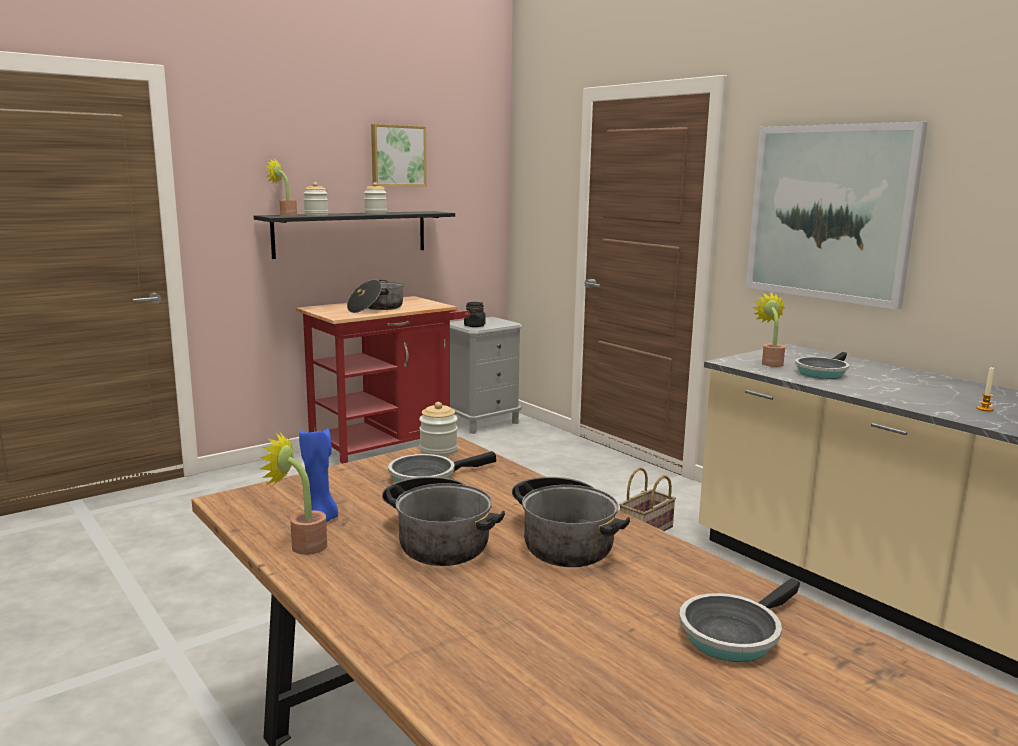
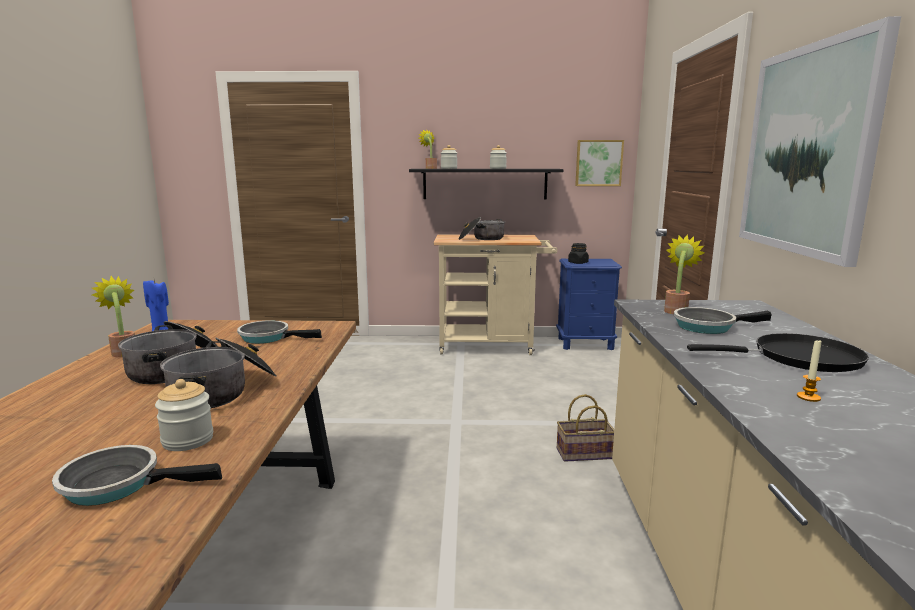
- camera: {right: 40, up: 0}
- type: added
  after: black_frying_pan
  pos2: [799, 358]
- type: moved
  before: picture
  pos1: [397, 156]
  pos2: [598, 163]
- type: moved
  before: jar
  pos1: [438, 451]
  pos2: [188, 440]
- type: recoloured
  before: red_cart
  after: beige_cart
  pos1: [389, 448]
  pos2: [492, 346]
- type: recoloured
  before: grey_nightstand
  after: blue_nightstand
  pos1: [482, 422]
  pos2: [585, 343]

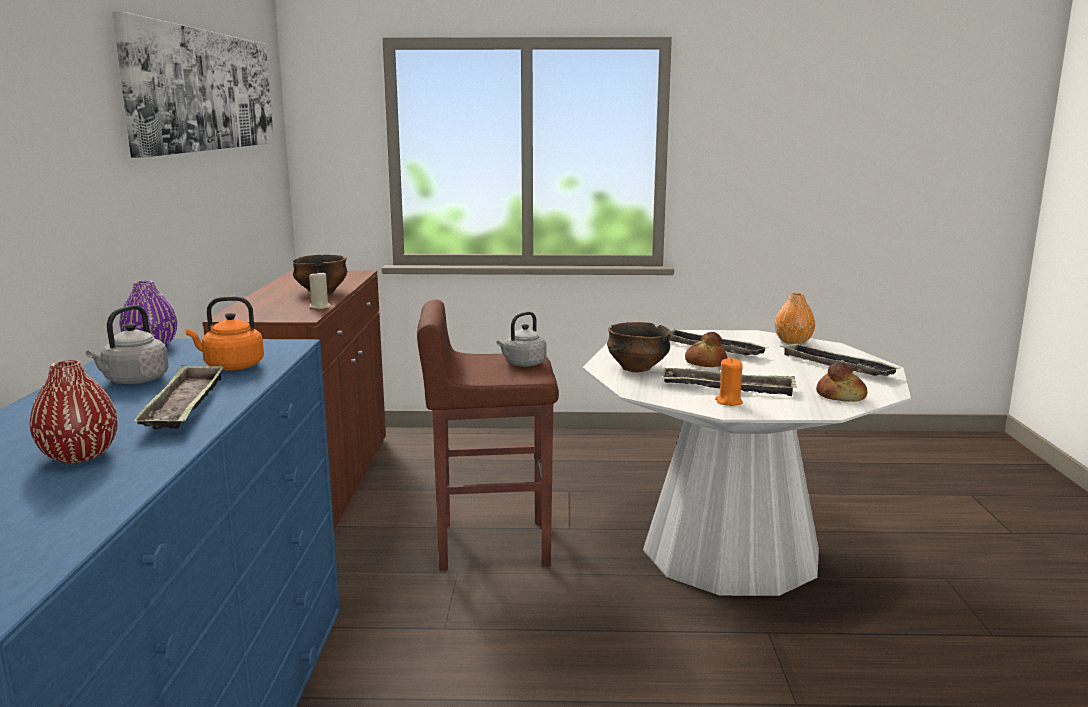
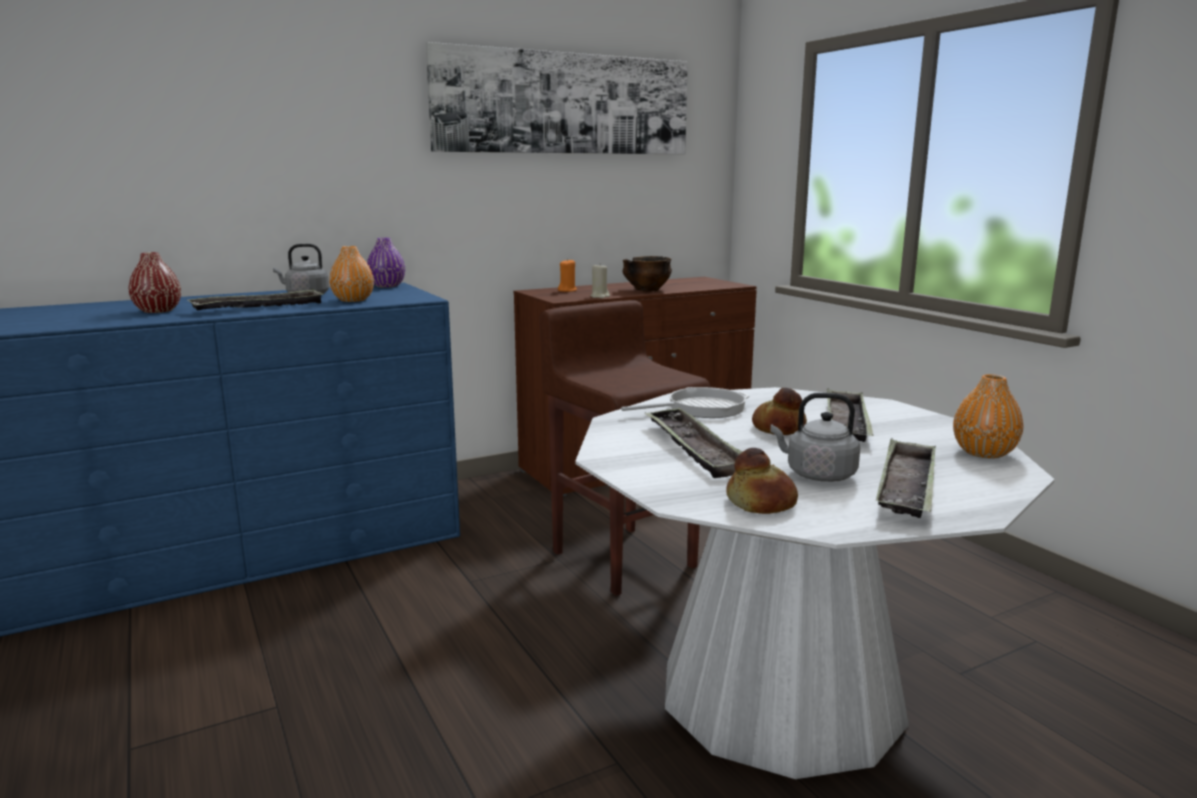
- camera: {right: 60, up: 0}
- type: moved
  before: grey_kettle
  pos1: [523, 364]
  pos2: [817, 475]
- type: moved
  before: orange_candle
  pos1: [728, 402]
  pos2: [567, 290]
- type: replaced
  before: orange_kettle
  after: orange_vase
  pos1: [231, 366]
  pos2: [353, 300]
- type: replaced
  before: bowl
  after: frying_pan
  pos1: [637, 368]
  pos2: [700, 408]

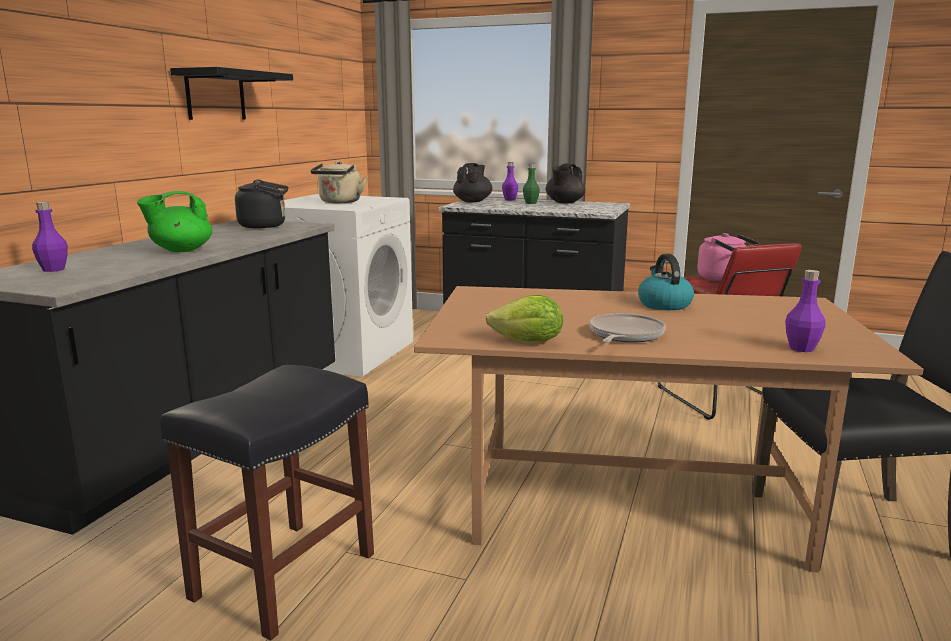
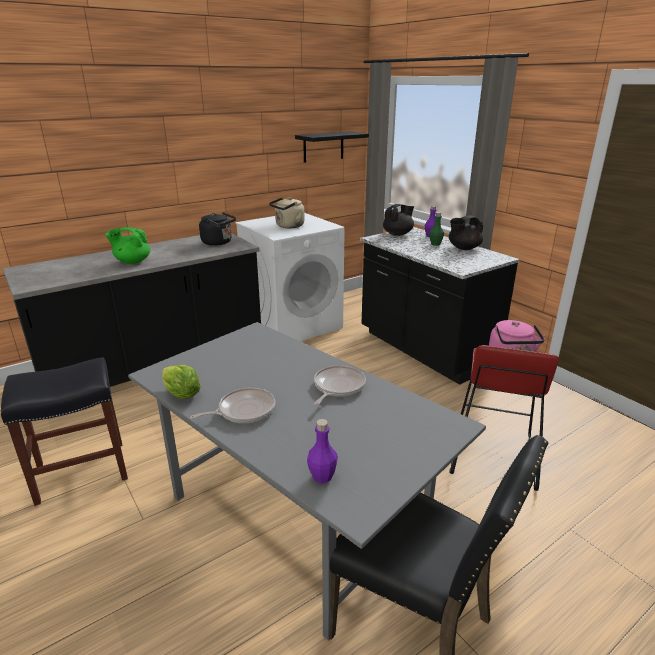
- camera: {right: 35, up: 10}
- type: removed
  before: purple_bottle
  pos1: [54, 269]
- type: moved
  before: black_shelf
  pos1: [215, 95]
  pos2: [323, 146]
- type: replaced
  before: kettle
  after: frying_pan
  pos1: [663, 304]
  pos2: [337, 387]
- type: recoloured
  before: brown_dining_table
  after: grey_dining_table
  pos1: [629, 501]
  pos2: [294, 514]

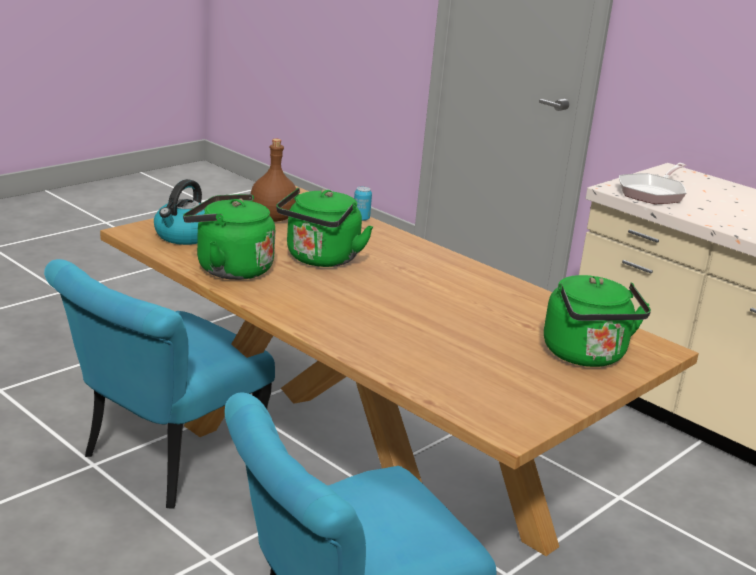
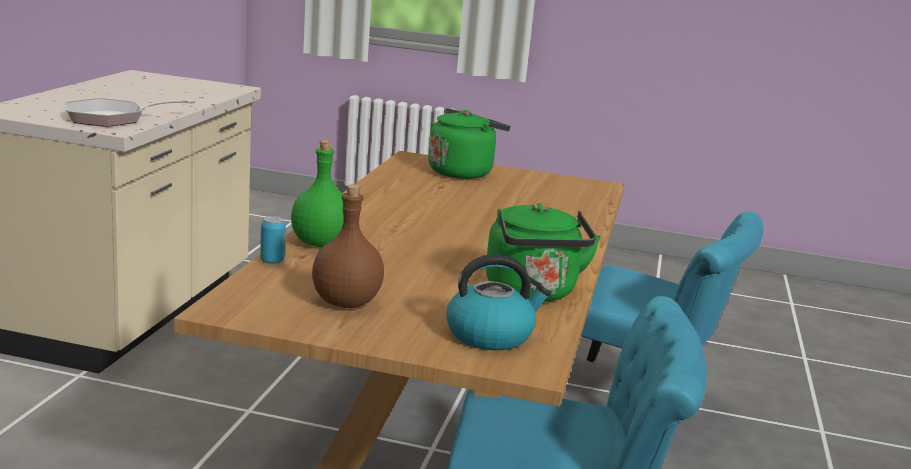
- camera: {right: -120, up: -5}
- type: removed
  before: green_kettle
  pos1: [320, 259]
- type: added
  after: green_bottle
  pos2: [321, 243]
- type: turned
  before: frying_pan
  pos1: [653, 193]
  pos2: [112, 119]
  turn: 150

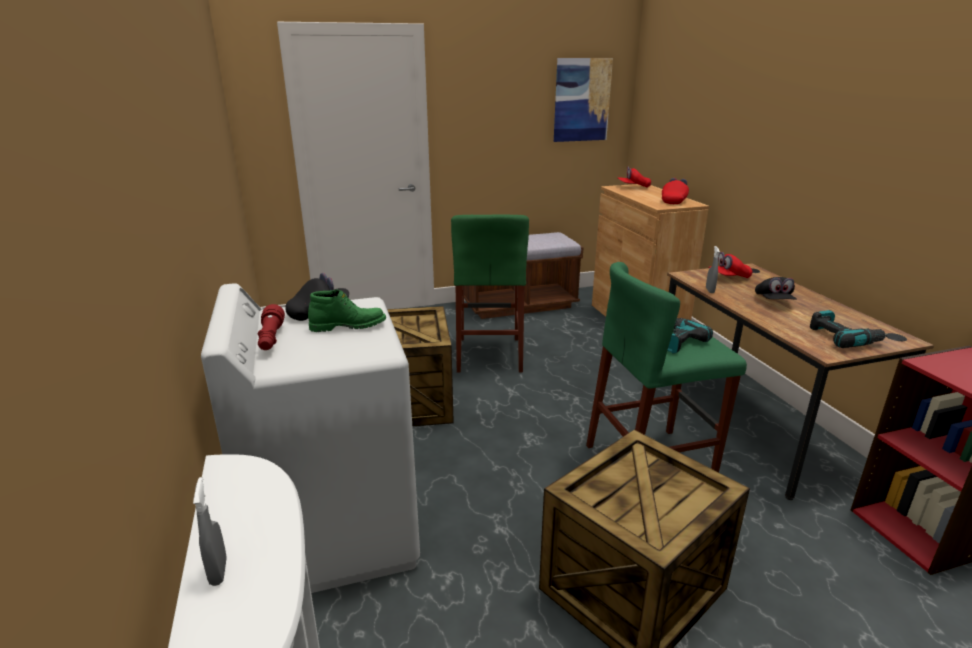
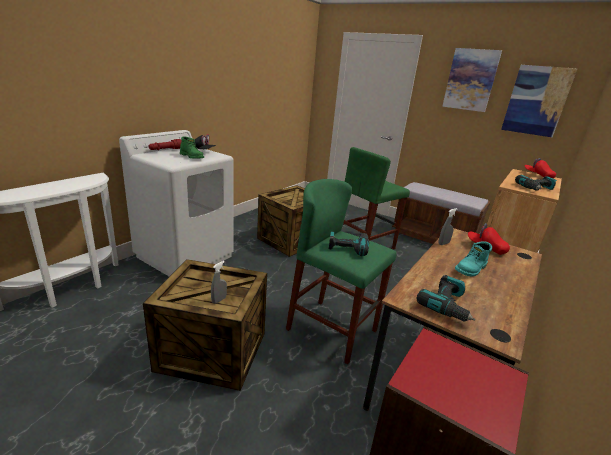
- camera: {right: 50, up: 0}
- type: added
  after: picture
  pos2: [470, 80]
- type: moved
  before: grey_spray_bottle
  pos1: [218, 571]
  pos2: [219, 300]
- type: replaced
  before: red_cap
  after: power_drill
  pos1: [674, 201]
  pos2: [536, 189]
- type: replaced
  before: black_cap
  after: turquoise_boot
  pos1: [773, 301]
  pos2: [471, 269]

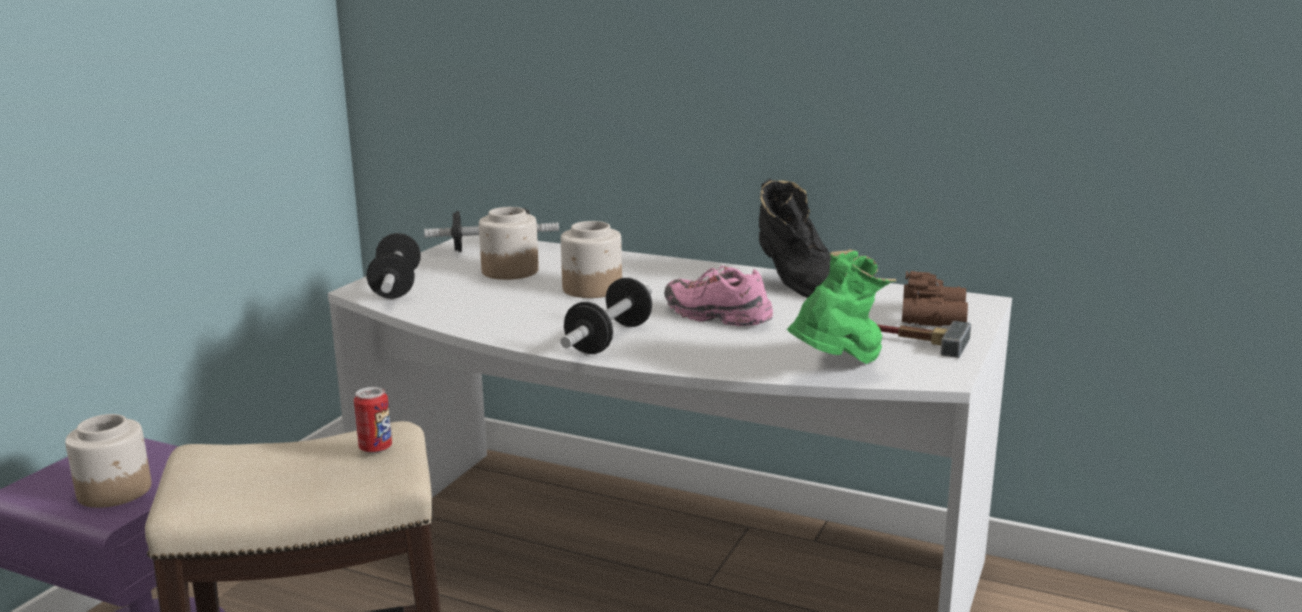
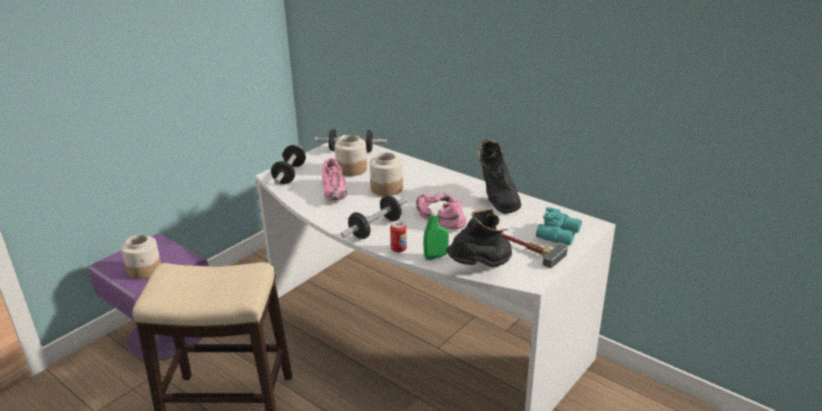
- camera: {right: 15, up: 10}
- type: added
  after: pink_shoe
  pos2: [334, 191]
- type: added
  after: green_spray_bottle
  pos2: [436, 256]
- type: moved
  before: can
  pos1: [375, 448]
  pos2: [398, 249]
- type: recoloured
  before: green_boot
  after: black_boot
  pos1: [840, 368]
  pos2: [481, 267]
- type: recoloured
  before: brown_binoculars
  after: turquoise_binoculars
  pos1: [935, 317]
  pos2: [559, 234]

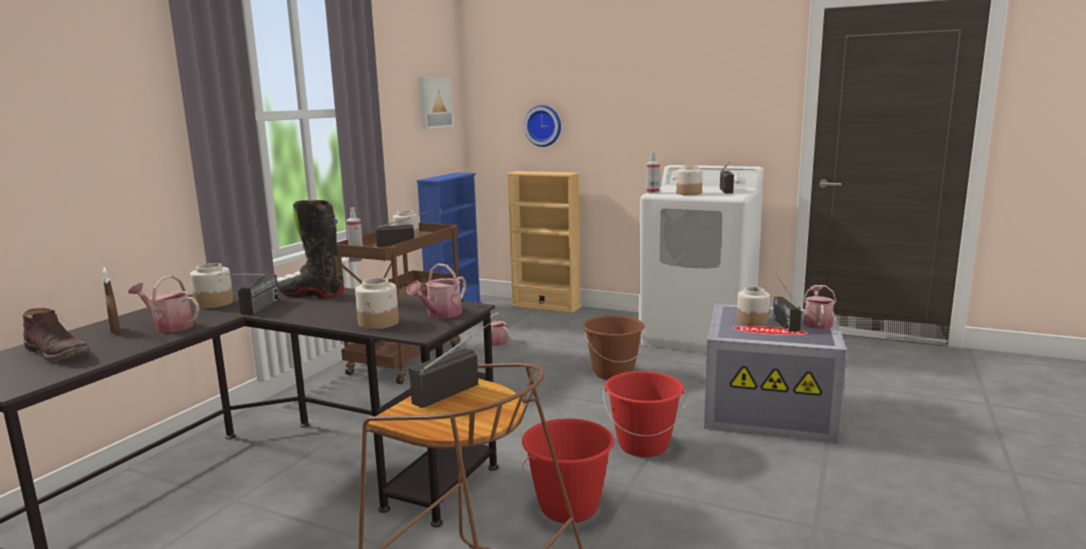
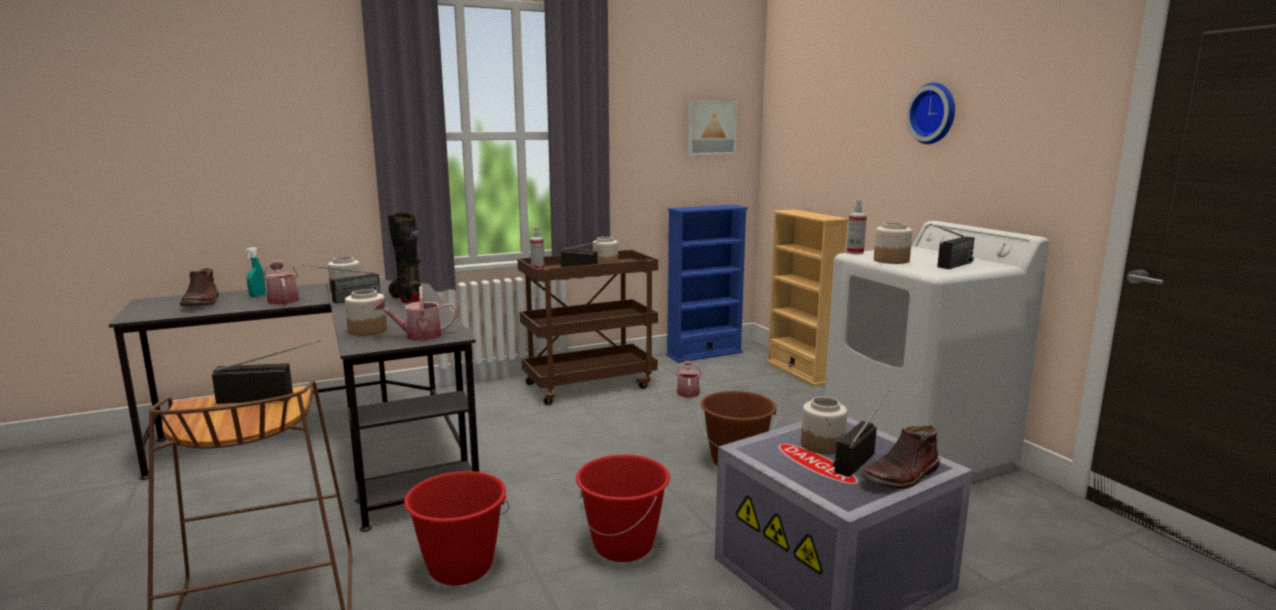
- camera: {right: 40, up: 0}
- type: moved
  before: wall_clock
  pos1: [544, 125]
  pos2: [934, 113]
- type: replaced
  before: watering_can
  after: brown_boot
  pos1: [817, 323]
  pos2: [901, 476]
- type: recoloured
  before: brown_spray_bottle
  after: turquoise_spray_bottle
  pos1: [115, 331]
  pos2: [257, 295]

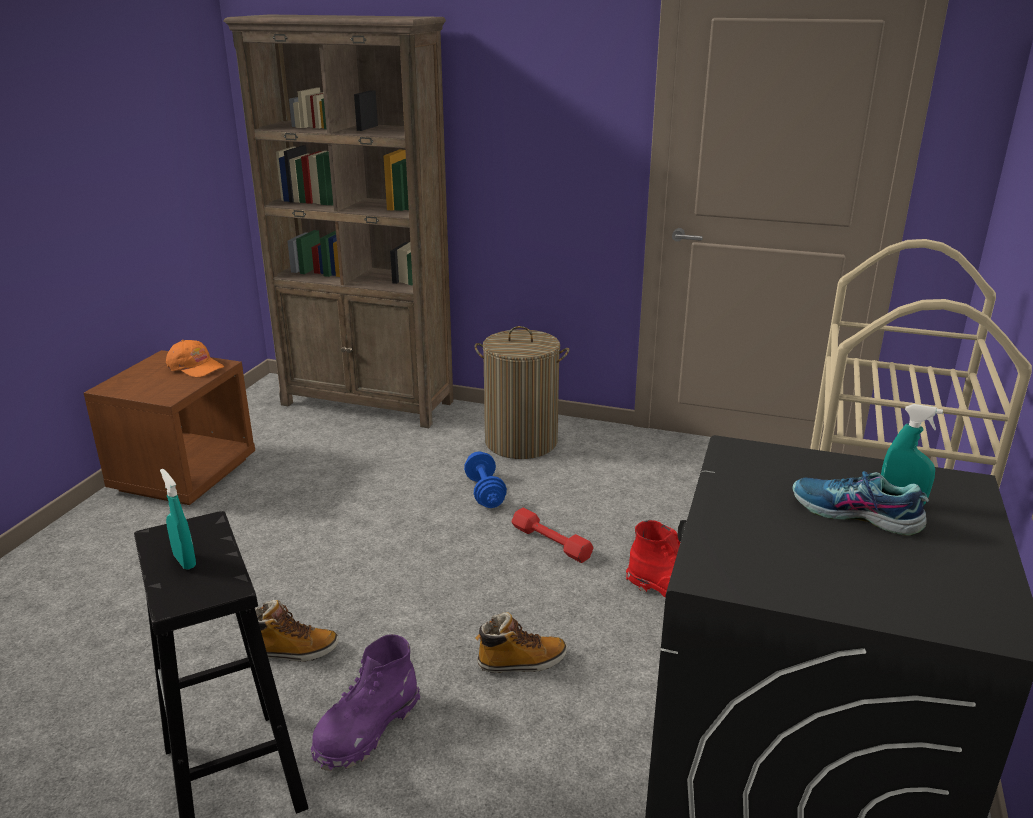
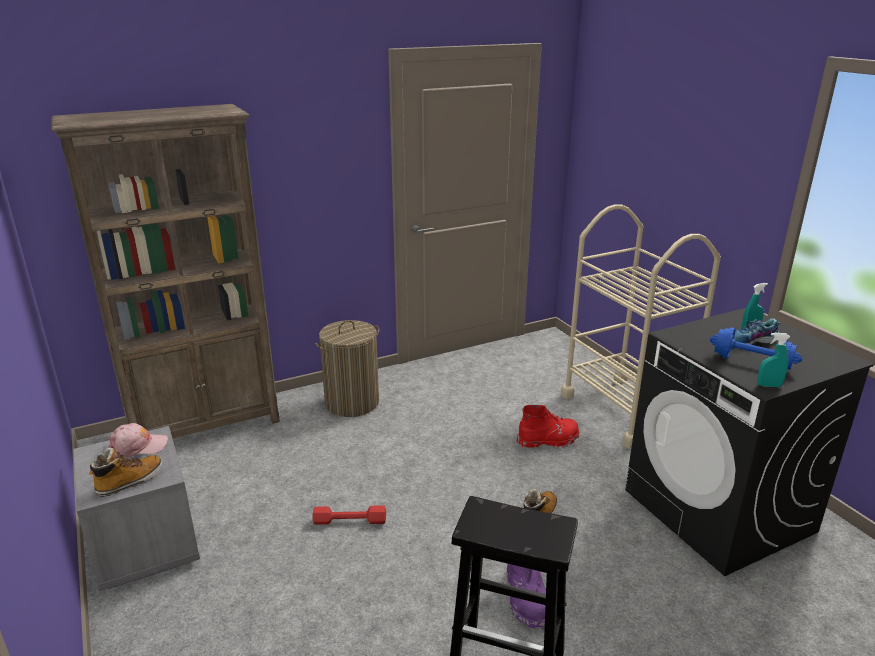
- camera: {right: -45, up: 0}
- type: moved
  before: turquoise_spray_bottle
  pos1: [184, 561]
  pos2: [769, 385]
- type: moved
  before: boot
  pos1: [293, 651]
  pos2: [130, 482]
- type: moved
  before: blue_dumbbell
  pos1: [485, 492]
  pos2: [751, 363]
- type: moved
  before: red_dumbbell
  pos1: [551, 542]
  pos2: [349, 521]
- type: recoloured
  before: brown_nightstand
  after: grey_nightstand
  pos1: [184, 474]
  pos2: [146, 545]
- type: recoloured
  before: orange_cap
  after: pink_cap
  pos1: [195, 367]
  pos2: [138, 446]

